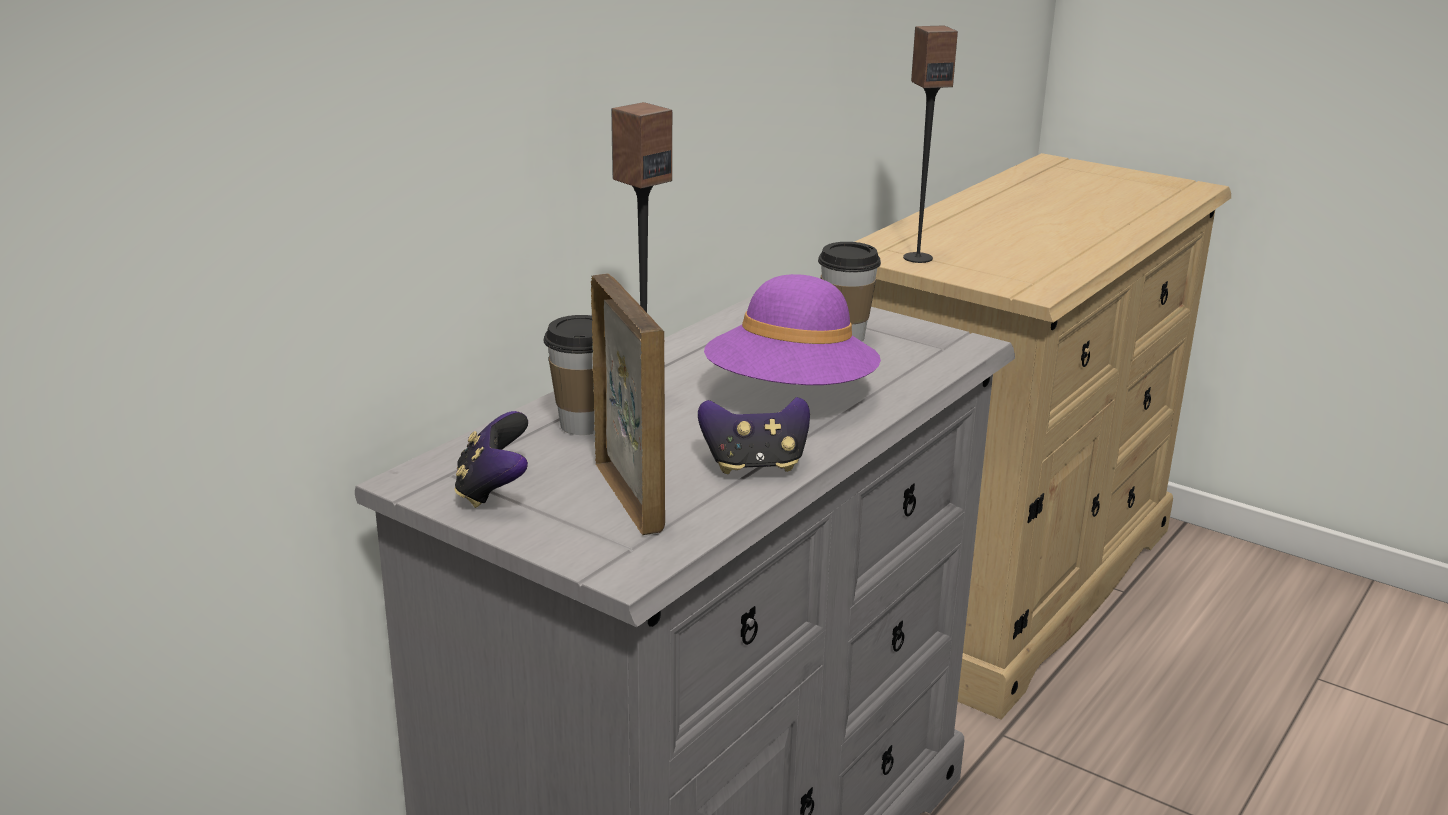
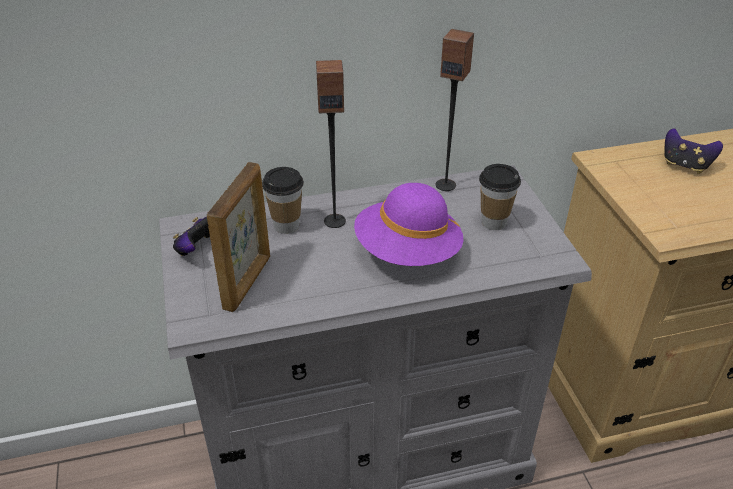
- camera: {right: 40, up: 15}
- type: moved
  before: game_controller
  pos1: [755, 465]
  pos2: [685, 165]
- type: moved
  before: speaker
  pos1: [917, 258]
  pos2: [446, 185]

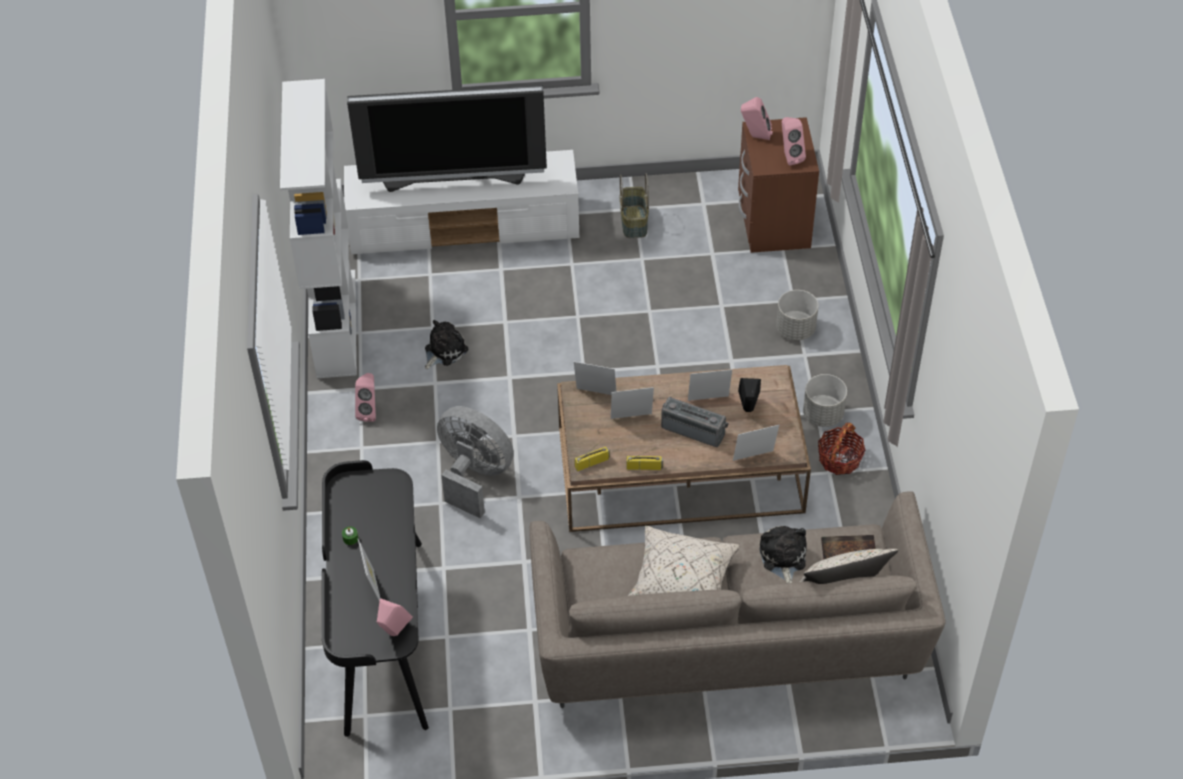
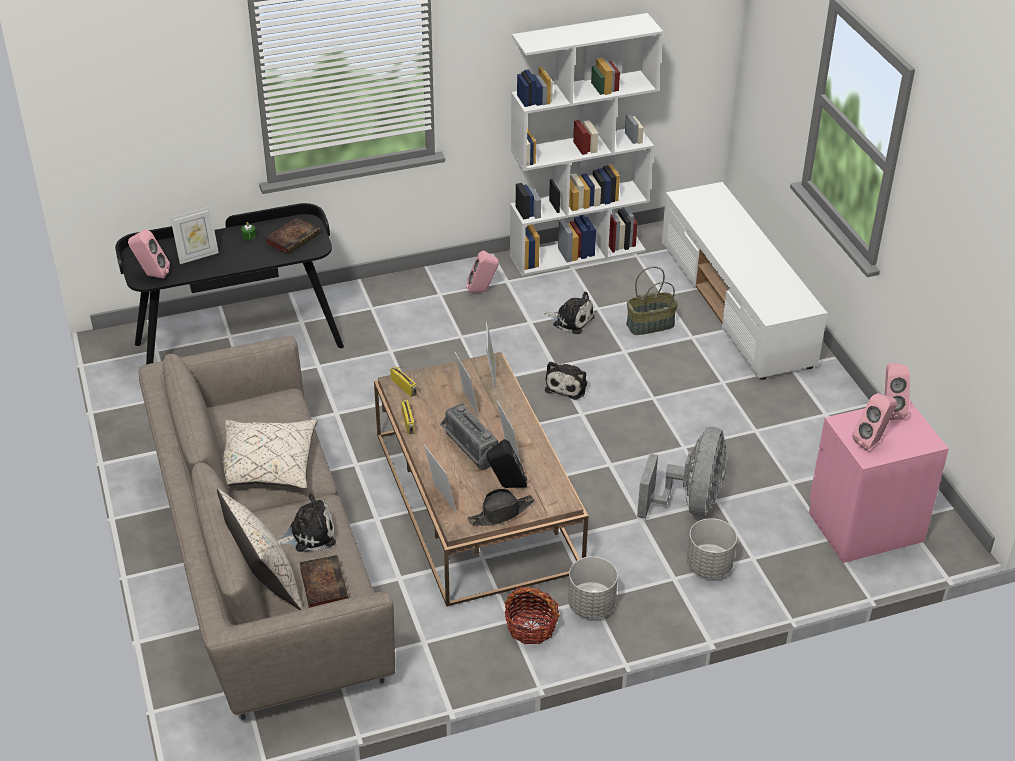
- camera: {right: 75, up: -10}
- type: removed
  before: television
  pos1: [454, 179]
- type: added
  after: book
  pos2: [293, 238]
- type: added
  after: black_hat
  pos2: [501, 513]
- type: added
  after: plush_toy
  pos2: [567, 385]
- type: moved
  before: grey_fan
  pos1: [474, 475]
  pos2: [689, 503]
- type: moved
  before: basket
  pos1: [634, 222]
  pos2: [650, 325]
- type: recoloured
  before: brown_nightstand
  after: pink_nightstand
  pos1: [773, 223]
  pos2: [864, 525]
- type: turned
  before: radio
  pos1: [694, 429]
  pos2: [468, 450]
  turn: 135

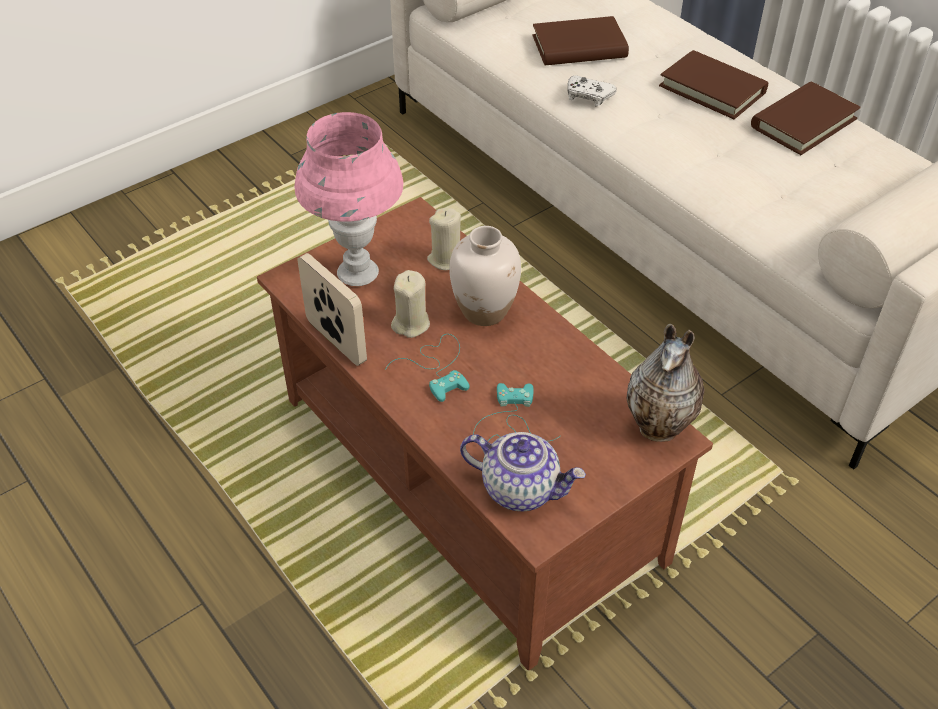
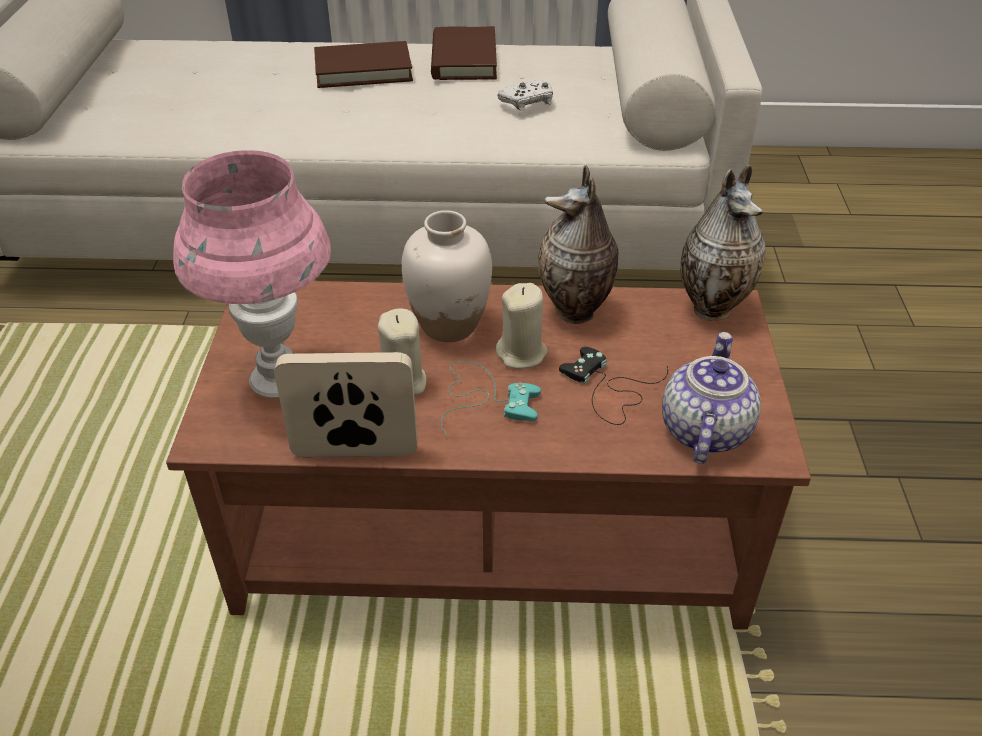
- camera: {right: -50, up: -5}
- type: removed
  before: brown_book
  pos1: [579, 47]
- type: added
  after: vase
  pos2: [576, 312]
- type: moved
  before: beige_candle
  pos1: [447, 259]
  pos2: [522, 353]
- type: moved
  before: white_game_controller
  pos1: [588, 96]
  pos2: [528, 101]
- type: recoloured
  before: turquoise_game_controller
  after: black_game_controller
  pos1: [509, 420]
  pos2: [609, 389]
- type: turned
  before: teapot
  pos1: [521, 488]
  pos2: [703, 430]
  turn: -45

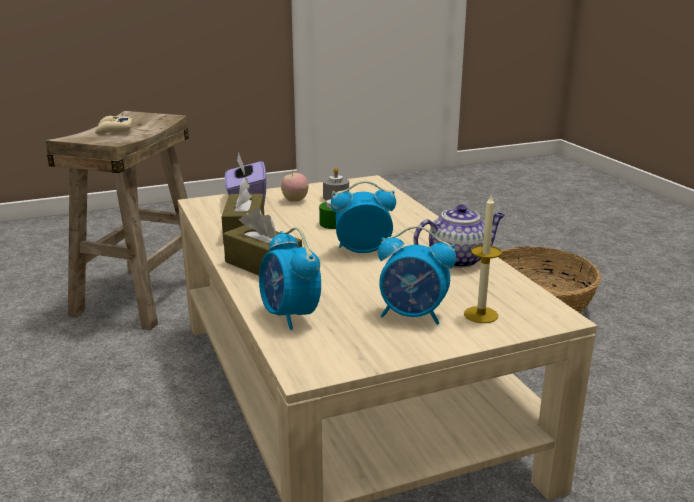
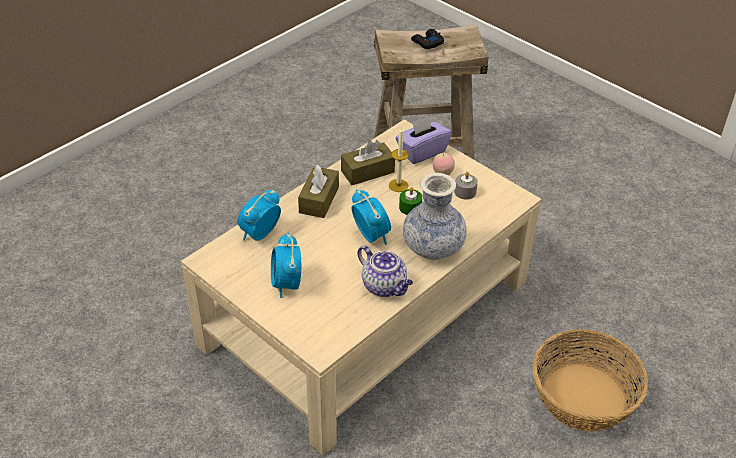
- camera: {right: 65, up: 20}
- type: added
  after: vase
  pos2: [433, 248]
- type: moved
  before: candle
  pos1: [481, 315]
  pos2: [398, 185]
- type: recoloured
  before: beige_game_controller
  after: black_game_controller
  pos1: [114, 130]
  pos2: [427, 42]

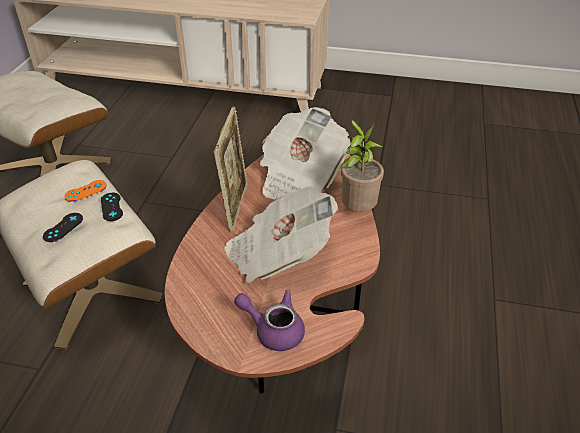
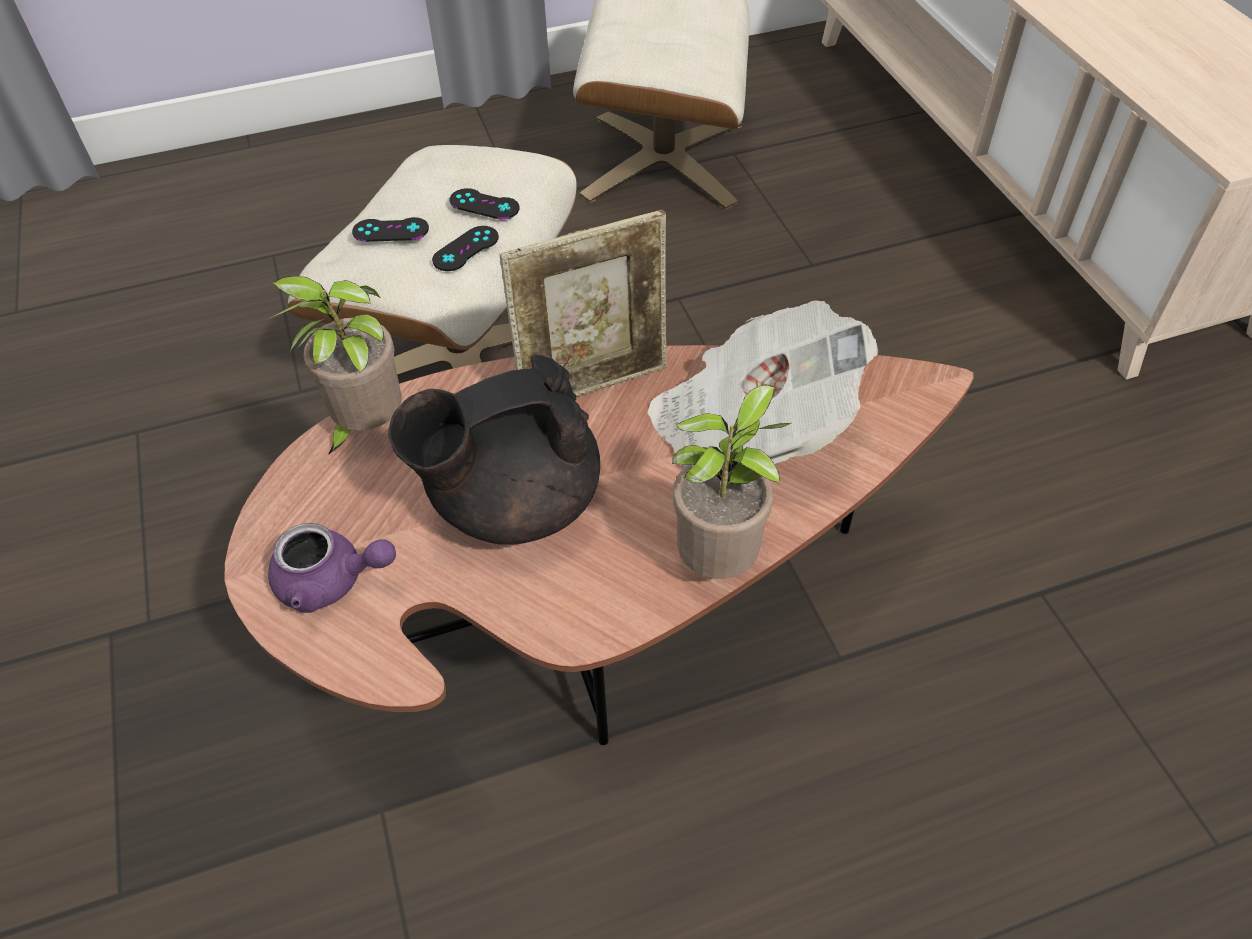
- camera: {right: 60, up: 10}
- type: added
  after: potted_plant
  pos2: [366, 428]
- type: replaced
  before: newspaper
  after: black_teapot
  pos1: [278, 254]
  pos2: [512, 501]
- type: recoloured
  before: orange_game_controller
  after: black_game_controller
  pos1: [86, 191]
  pos2: [484, 204]
- type: turned
  before: purple_teapot
  pos1: [273, 330]
  pos2: [331, 581]
  turn: 105

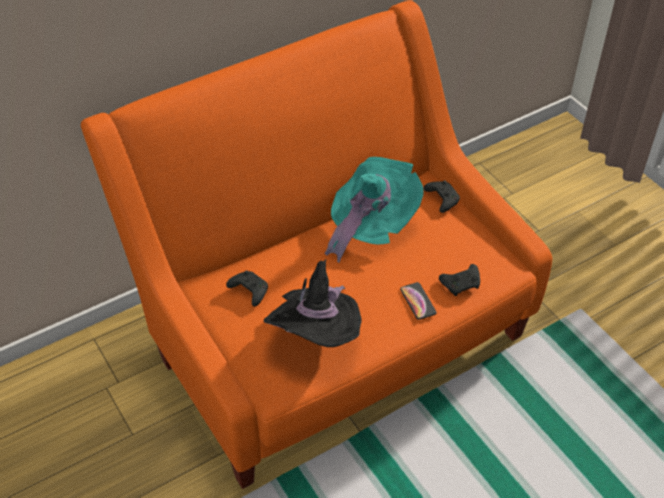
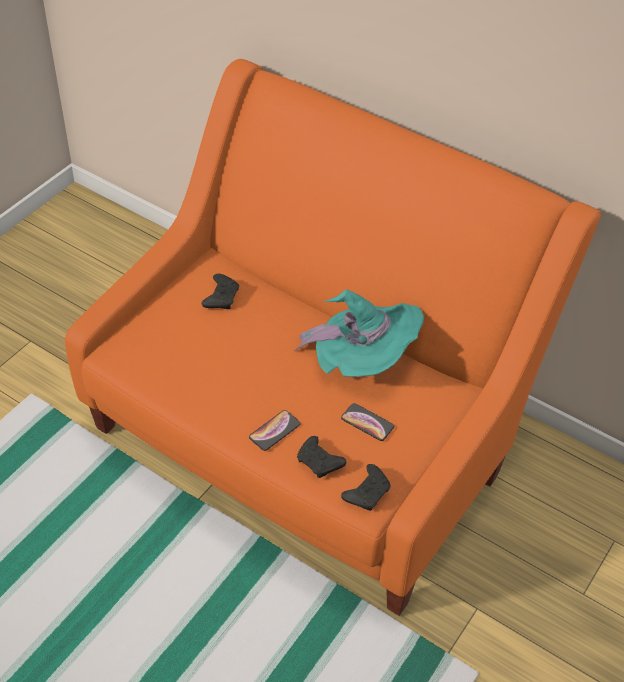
- camera: {right: 65, up: 0}
- type: removed
  before: black_hat
  pos1: [317, 336]
- type: added
  after: phone
  pos2: [367, 422]
- type: moved
  before: black_game_controller
  pos1: [441, 199]
  pos2: [367, 492]

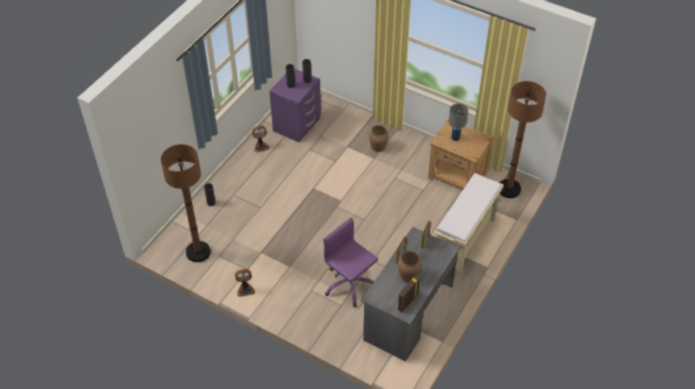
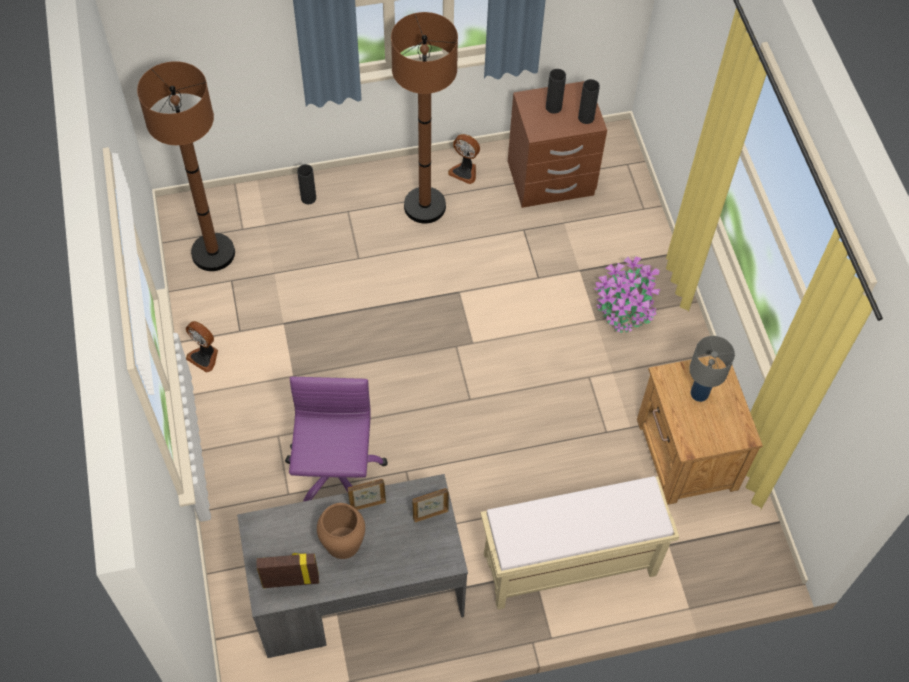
- camera: {right: 45, up: 10}
- type: moved
  before: brown_floor_lamp
  pos1: [509, 189]
  pos2: [424, 206]
- type: replaced
  before: brown_vase
  after: potted_plant
  pos1: [378, 146]
  pos2: [624, 308]
- type: recoloured
  before: purple_nightstand
  after: brown_nightstand
  pos1: [297, 125]
  pos2: [551, 180]

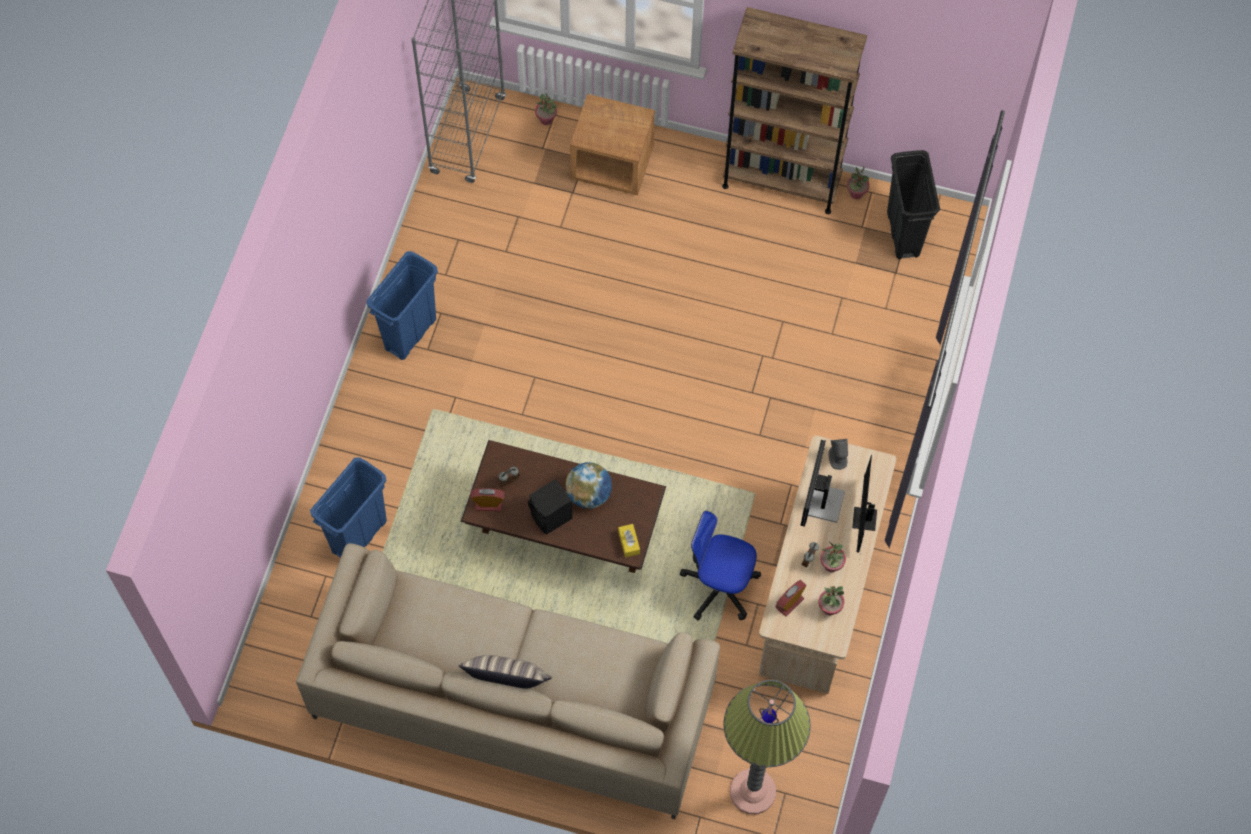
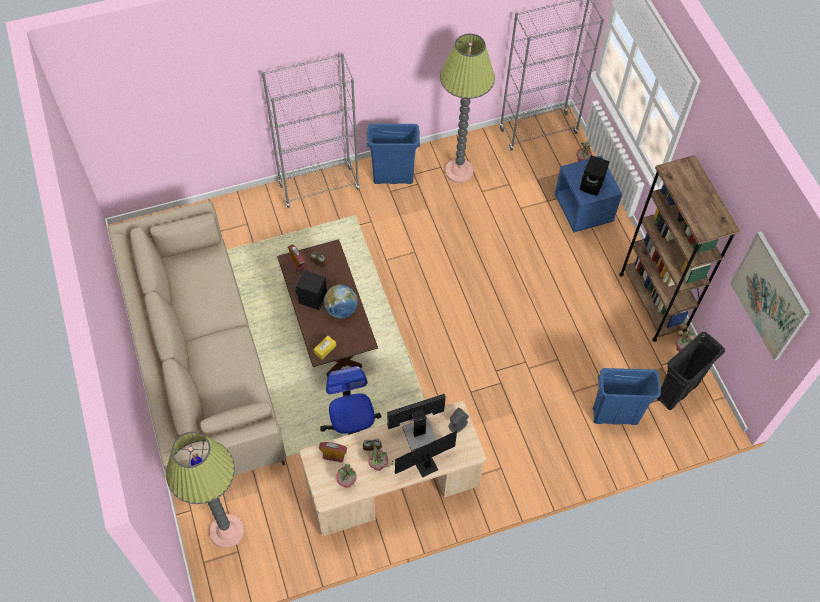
- camera: {right: 55, up: -5}
- type: removed
  before: pillow
  pos1: [507, 683]
- type: added
  after: grey_bookcase
  pos2: [319, 187]
- type: added
  after: floor_lamp
  pos2: [459, 171]
- type: added
  after: black_speaker
  pos2: [592, 185]
- type: added
  after: picture
  pos2: [770, 296]
- type: moved
  before: blue_trash_can
  pos1: [359, 535]
  pos2: [615, 416]
- type: recoloured
  before: brown_nightstand
  after: blue_nightstand
  pos1: [613, 164]
  pos2: [583, 209]

